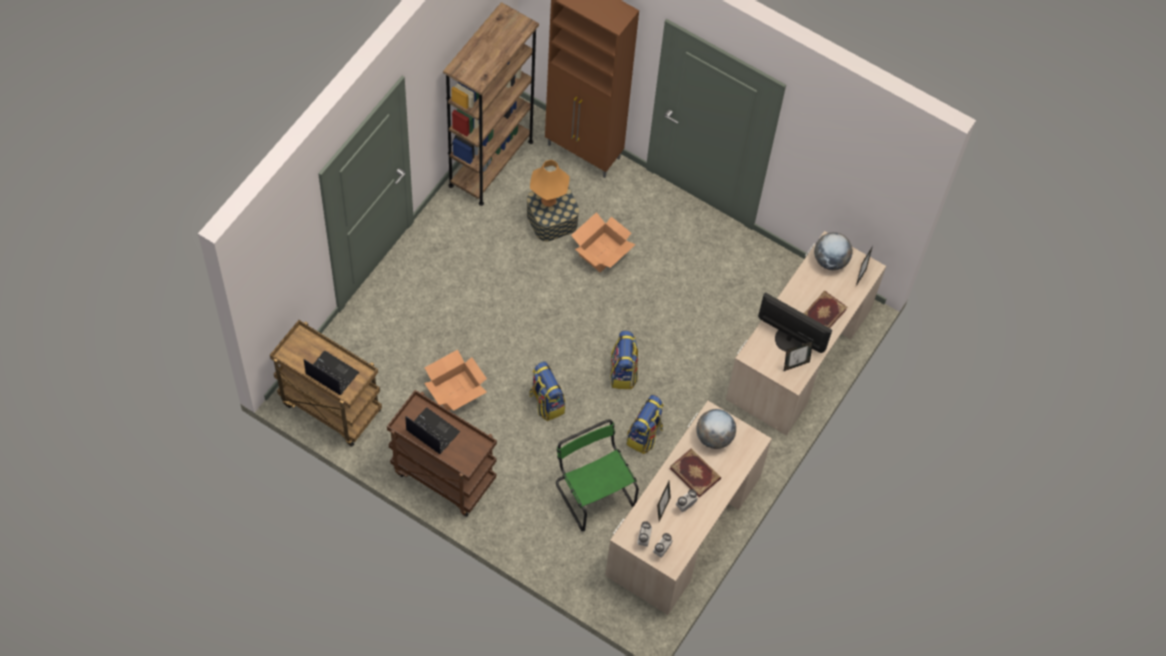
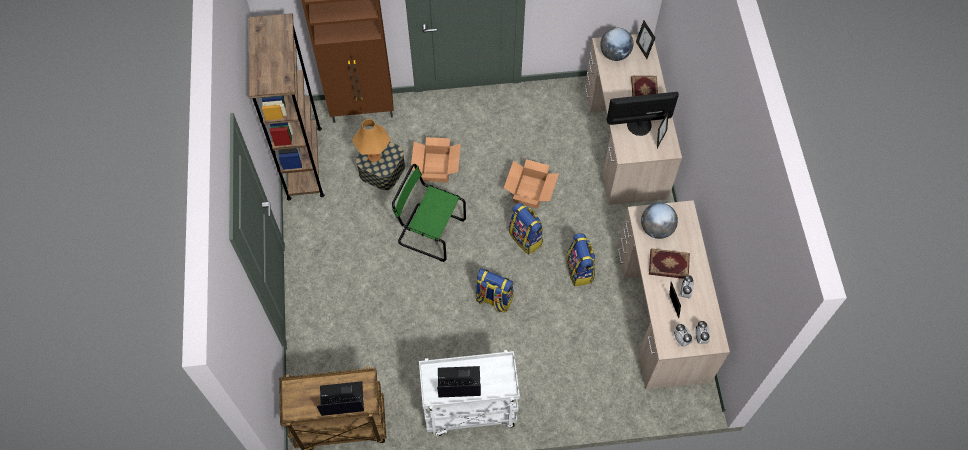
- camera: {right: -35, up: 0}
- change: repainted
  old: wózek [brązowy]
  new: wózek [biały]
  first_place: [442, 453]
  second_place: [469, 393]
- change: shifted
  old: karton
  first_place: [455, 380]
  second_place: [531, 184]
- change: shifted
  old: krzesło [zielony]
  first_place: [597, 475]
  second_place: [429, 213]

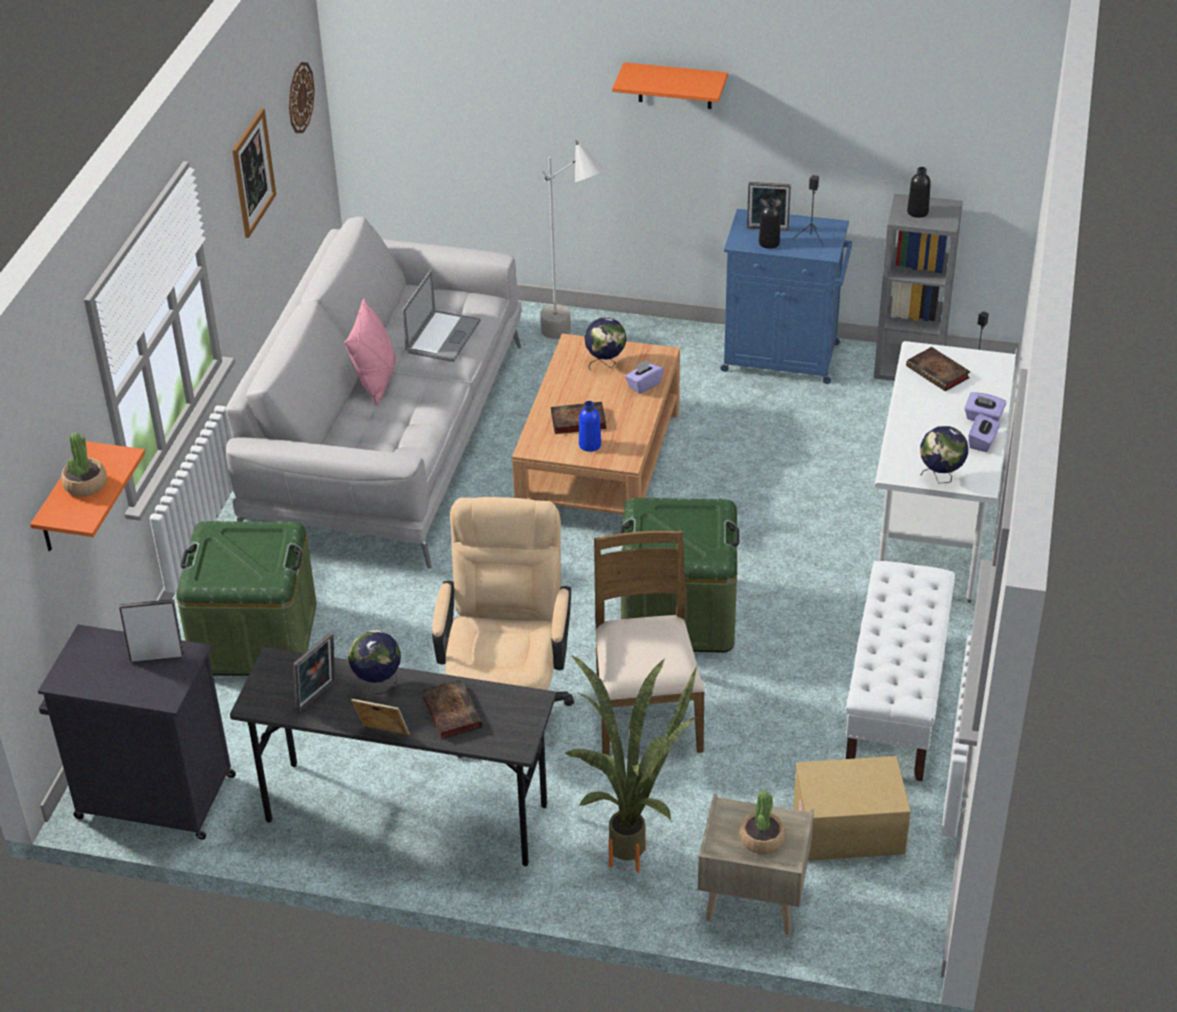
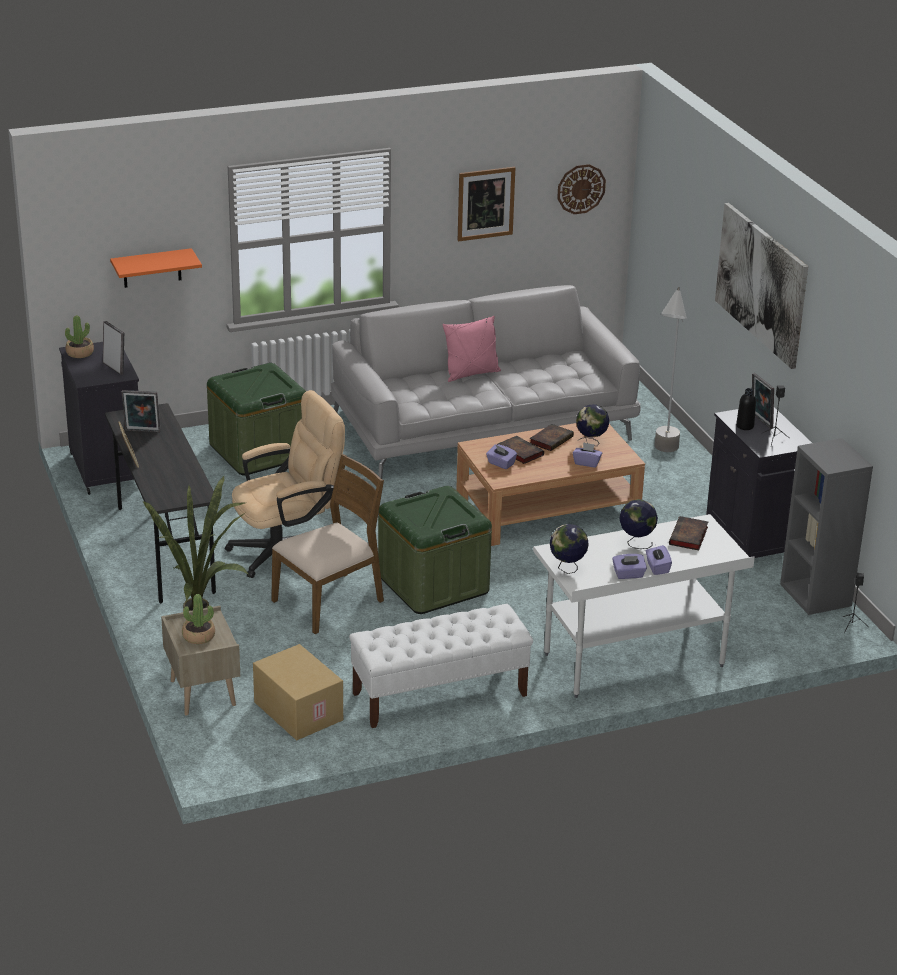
- camera: {right: 55, up: -10}
- change: shifted
  old: roślina doniczkowa
  first_place: [84, 464]
  second_place: [79, 336]
- change: shifted
  old: globus
  first_place: [374, 662]
  second_place: [638, 524]
- change: gone
  old: laptop
  first_place: [441, 316]
- change: shifted
  old: książka
  first_place: [452, 709]
  second_place: [552, 437]
- change: swapped
  old: butelka [niebieski]
  new: pudełko chusteczek [fioletowy]
  first_place: [590, 426]
  second_place: [501, 456]
- change: swapped
  old: półka [pomarańczowy]
  new: obraz
  first_place: [670, 85]
  second_place: [761, 286]
- change: repainted
  old: szafka [niebieski]
  new: szafka [czarny]
  first_place: [786, 296]
  second_place: [759, 482]
- change: gone
  old: butelka [czarny]
  first_place: [919, 192]

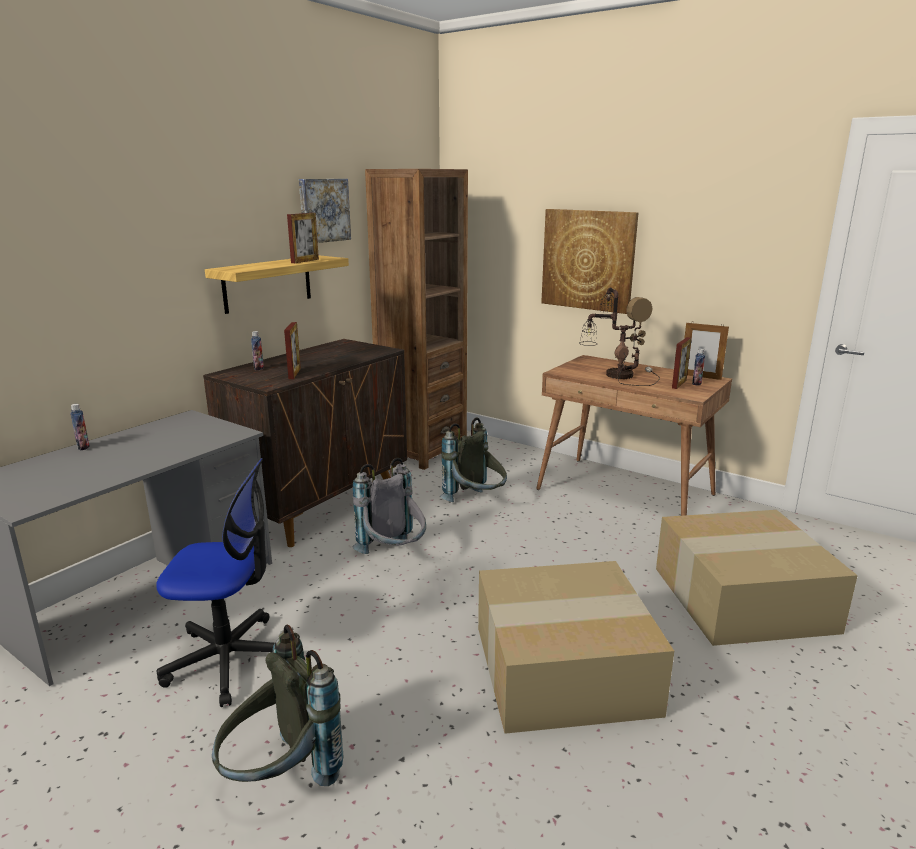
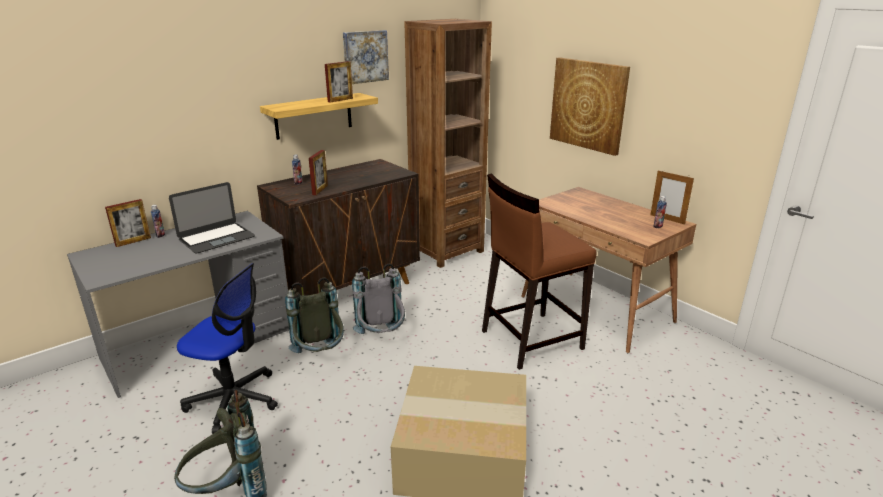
- camera: {right: 15, up: 5}
- change: shifted
  old: plecak [szary]
  first_place: [473, 460]
  second_place: [314, 315]
- change: gone
  old: lampa stołowa
  first_place: [619, 337]
- change: gone
  old: karton
  first_place: [757, 578]
- change: shifted
  old: ramka na zdjęcie
  first_place: [682, 363]
  second_place: [128, 223]
- change: new
  new: laptop
  second_place: [212, 218]
- change: new
  new: stołek [brązowy]
  second_place: [539, 271]

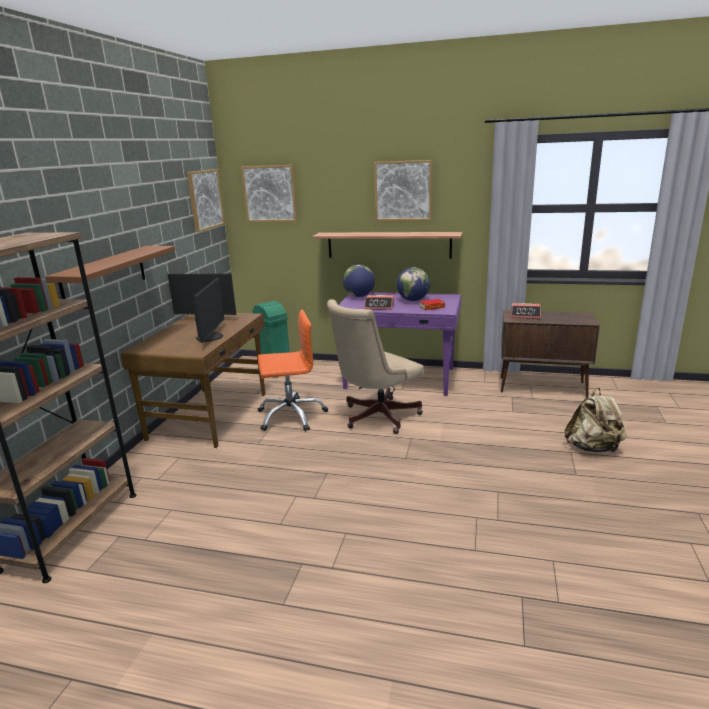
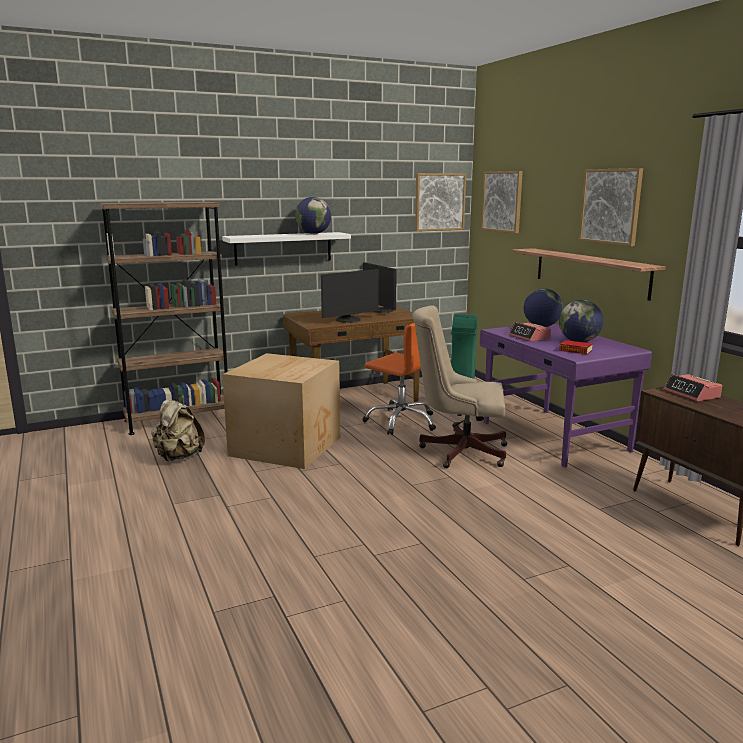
- camera: {right: 50, up: -5}
- change: repainted
  old: półka [brązowy]
  new: półka [biały]
  first_place: [110, 272]
  second_place: [286, 249]
- change: shifted
  old: plecak [beżowy]
  first_place: [596, 419]
  second_place: [178, 428]
- change: new
  new: karton
  second_place: [281, 411]
- change: new
  new: globus
  second_place: [313, 215]

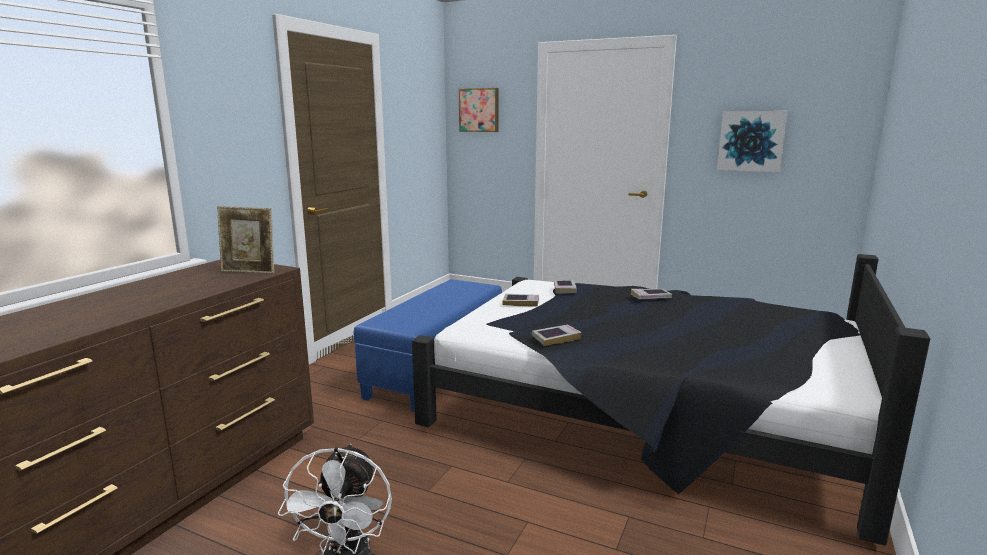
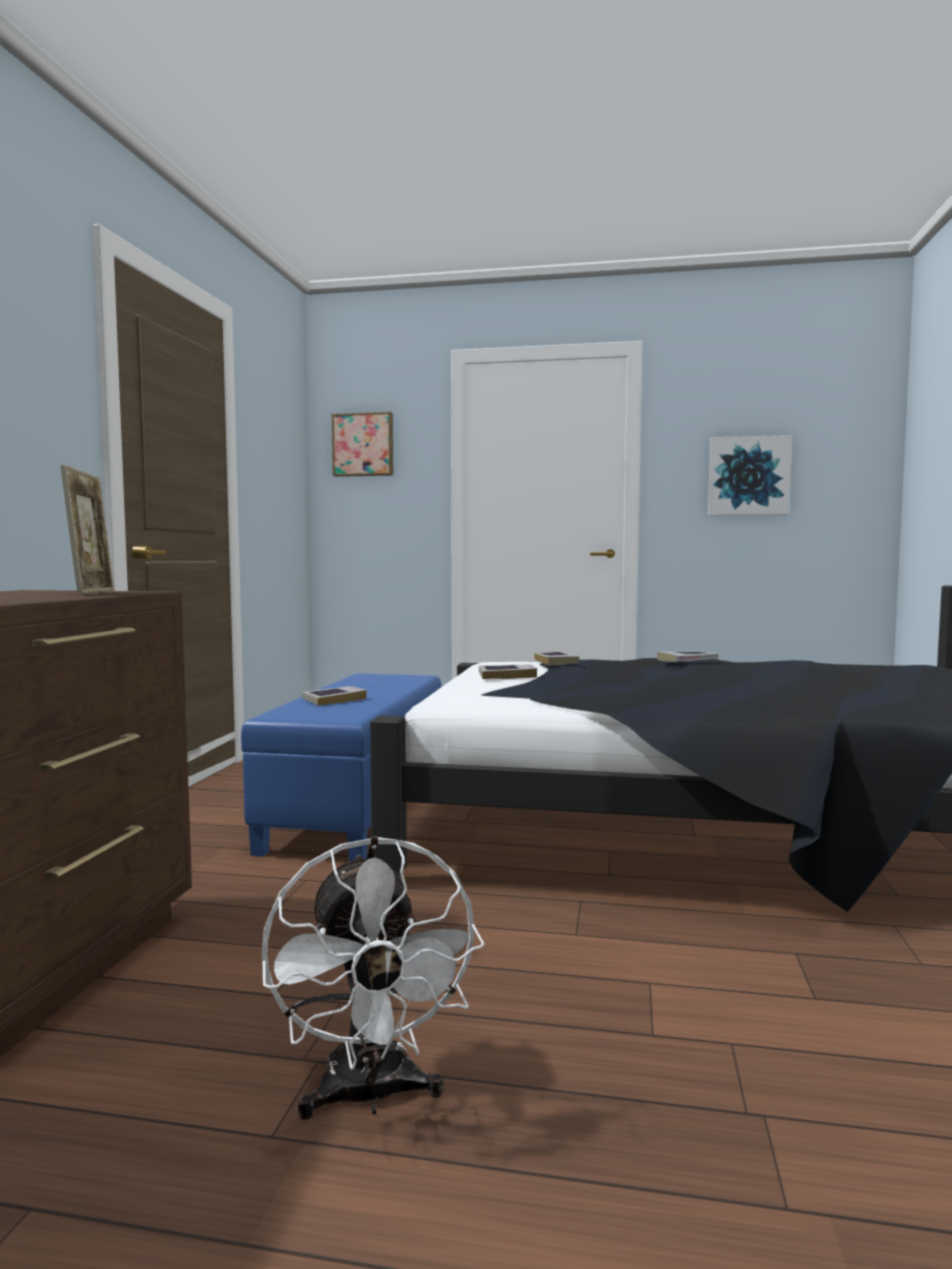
- camera: {right: -15, up: -10}
- change: rotated
  old: ramka na zdjęcie
  first_place: [245, 240]
  second_place: [88, 529]
  degrees: -90
- change: shifted
  old: książka
  first_place: [556, 335]
  second_place: [334, 696]

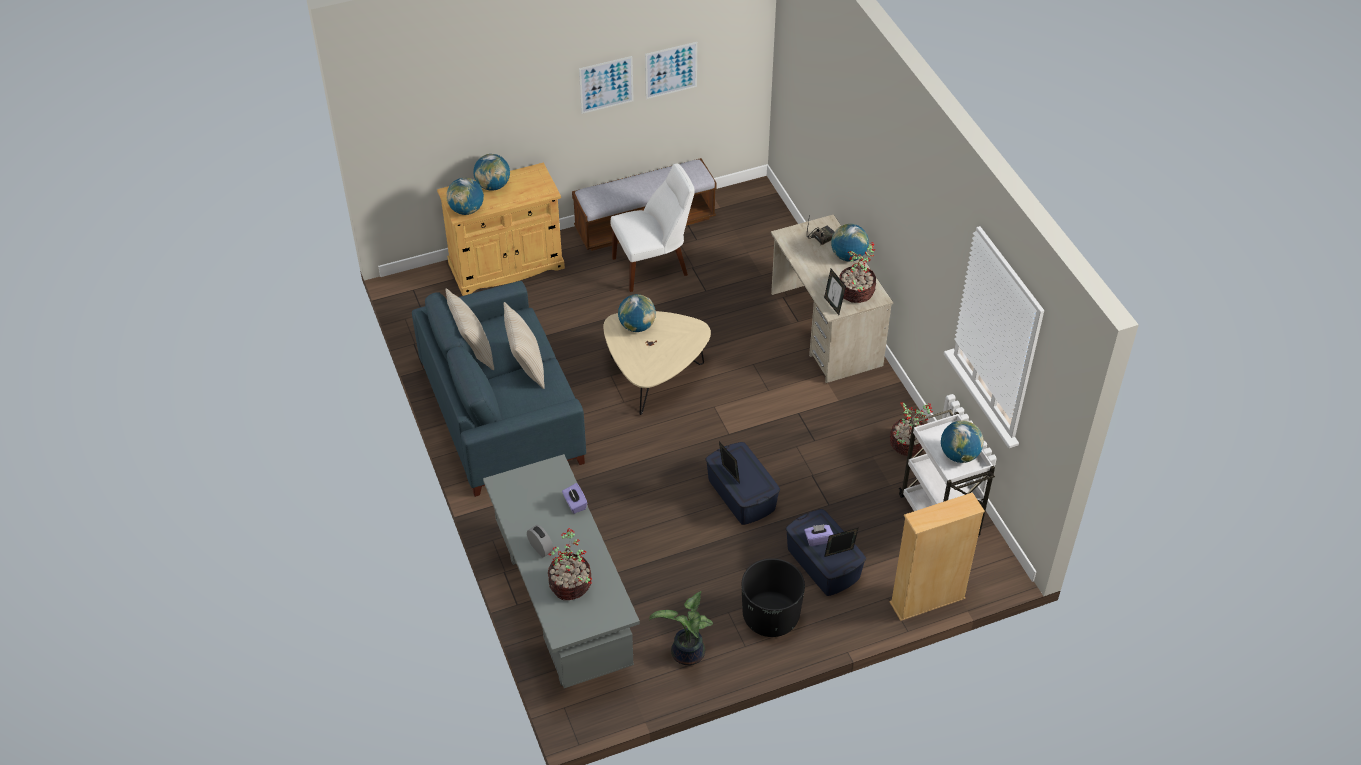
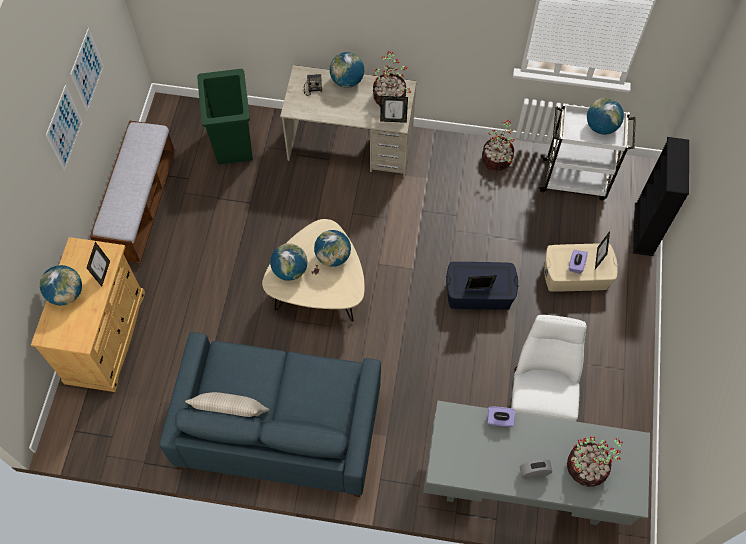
- camera: {right: -60, up: 15}
- change: shifted
  old: globus
  first_place: [465, 196]
  second_place: [332, 248]
- change: gone
  old: poduszka [beżowy]
  first_place: [524, 345]
- change: shifted
  old: krzesło [biały]
  first_place: [653, 227]
  second_place: [549, 368]
- change: gone
  old: roślina doniczkowa
  first_place: [681, 628]
- change: gone
  old: donica [czarny]
  first_place: [773, 597]
- change: repainted
  old: pojemnik do przechowywania [niebieski]
  new: pojemnik do przechowywania [beżowy]
  first_place: [826, 552]
  second_place: [581, 268]
- change: repainted
  old: regał [beżowy]
  new: regał [czarny]
  first_place: [937, 556]
  second_place: [661, 196]
- change: new
  new: ramka na zdjęcie
  second_place: [98, 264]
- change: new
  new: kosz na śmieci [zielony]
  second_place: [225, 117]

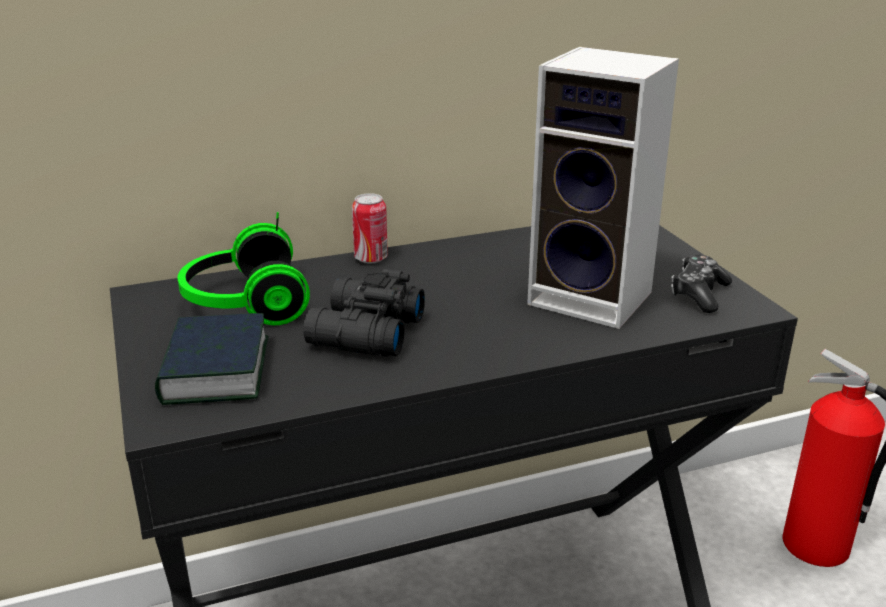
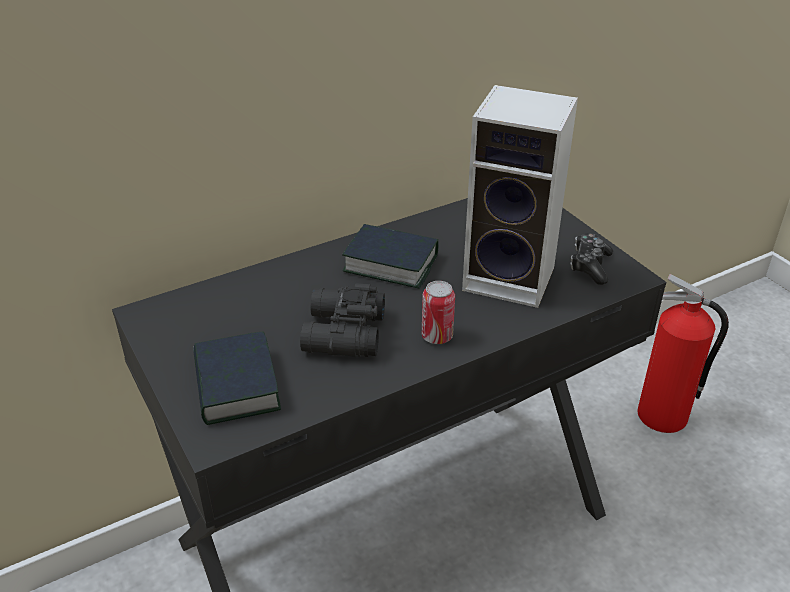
- camera: {right: -10, up: 10}
- change: gone
  old: słuchawki
  first_place: [244, 268]
- change: shifted
  old: puszka
  first_place: [370, 228]
  second_place: [438, 312]
- change: new
  new: książka
  second_place: [390, 256]

